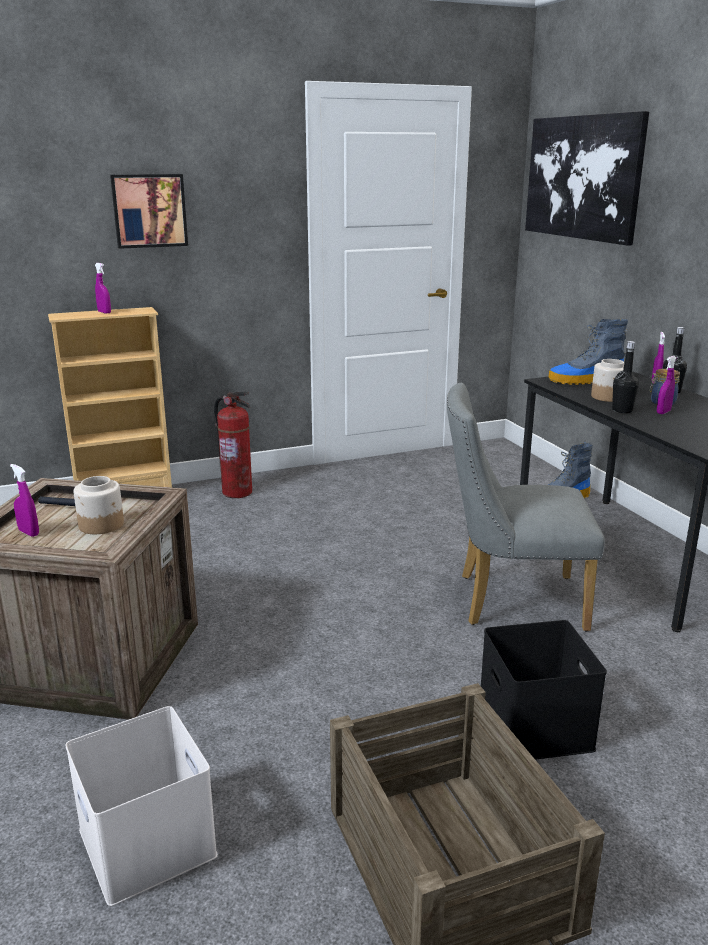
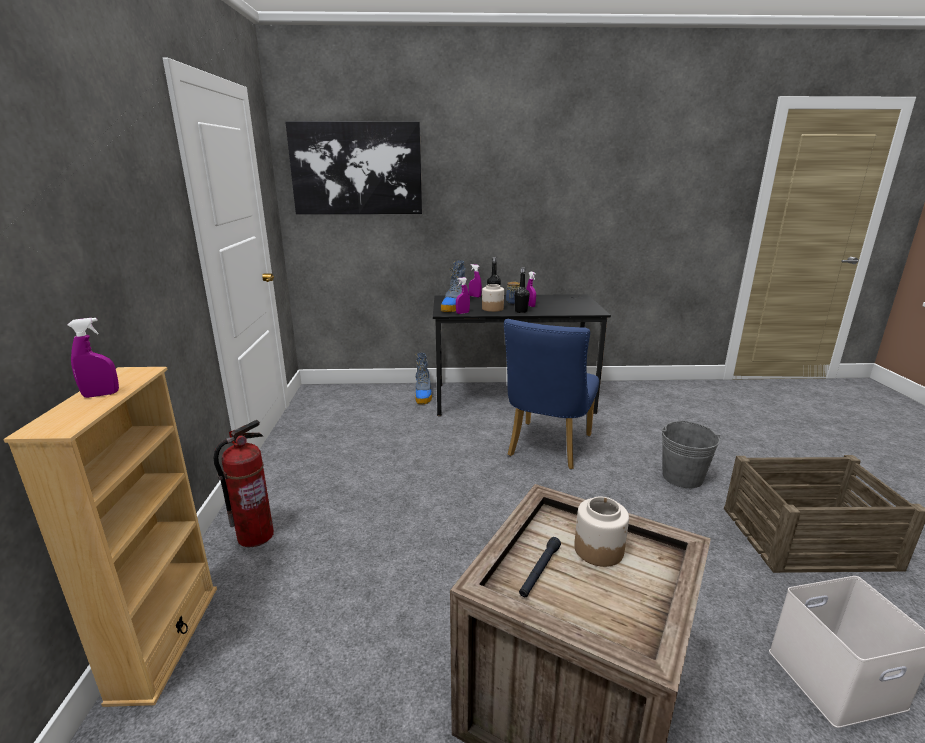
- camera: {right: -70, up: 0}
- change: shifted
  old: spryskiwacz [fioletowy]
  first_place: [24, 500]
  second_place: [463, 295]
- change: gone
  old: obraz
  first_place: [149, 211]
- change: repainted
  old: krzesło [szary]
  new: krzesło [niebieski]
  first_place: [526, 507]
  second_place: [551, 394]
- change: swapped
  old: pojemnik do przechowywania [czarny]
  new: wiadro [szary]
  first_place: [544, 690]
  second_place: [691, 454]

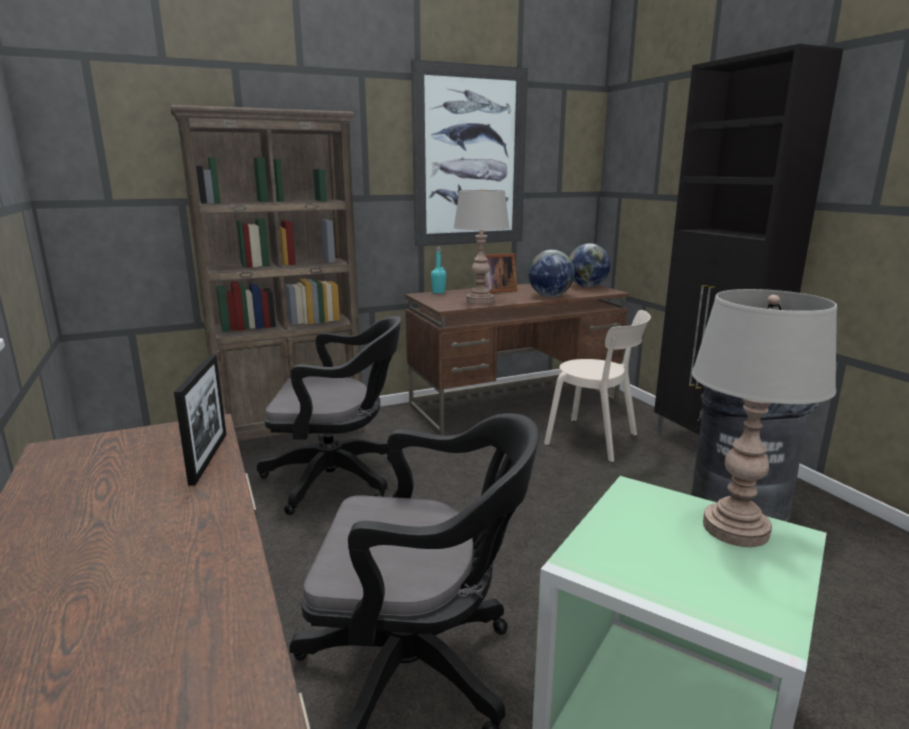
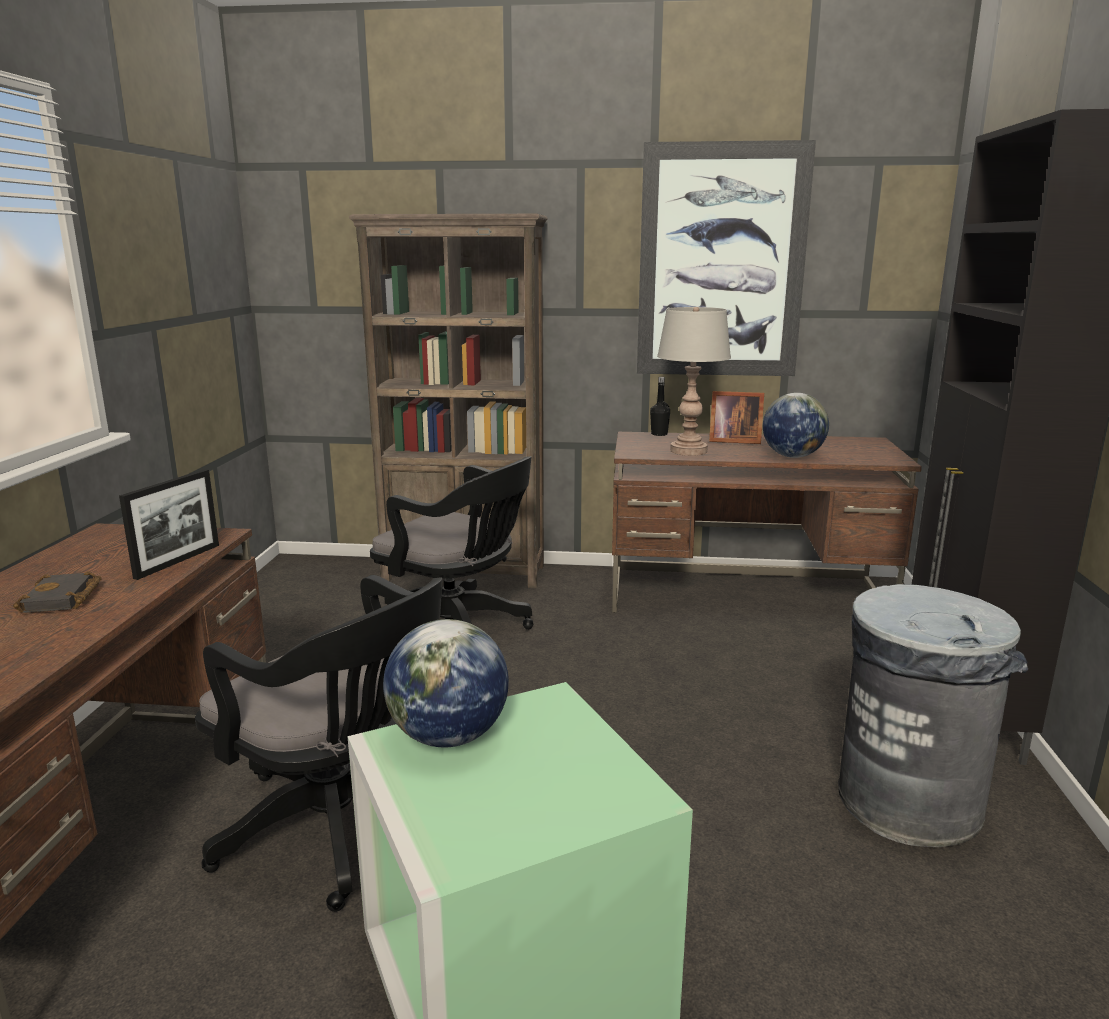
- camera: {right: 30, up: 0}
- change: repainted
  old: butelka [turkusowy]
  new: butelka [czarny]
  first_place: [438, 270]
  second_place: [660, 406]
- change: gone
  old: krzesło [beżowy]
  first_place: [597, 386]
- change: shifted
  old: globus
  first_place: [590, 265]
  second_place: [446, 683]
- change: gone
  old: lampa stołowa [szary]
  first_place: [764, 418]
- change: new
  new: książka [czarny]
  second_place: [57, 592]

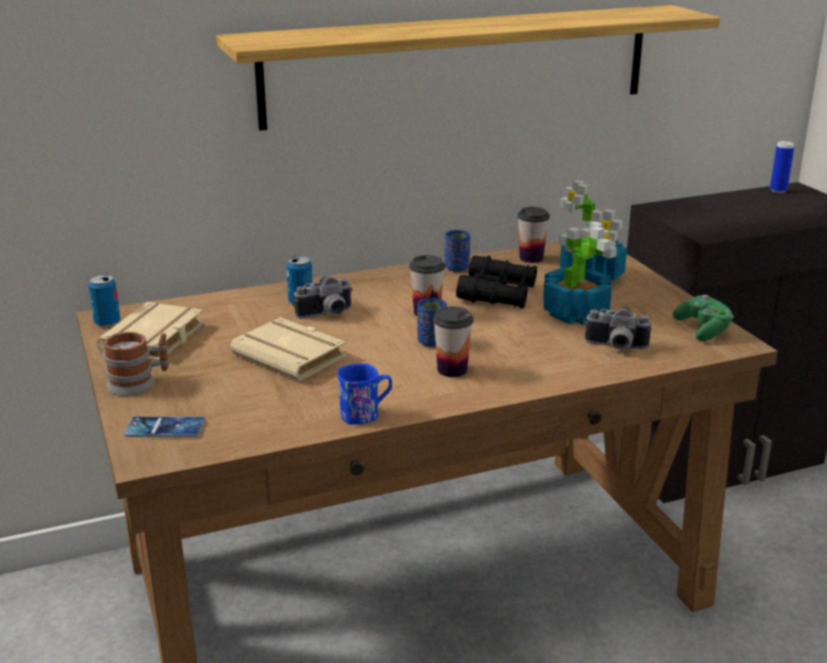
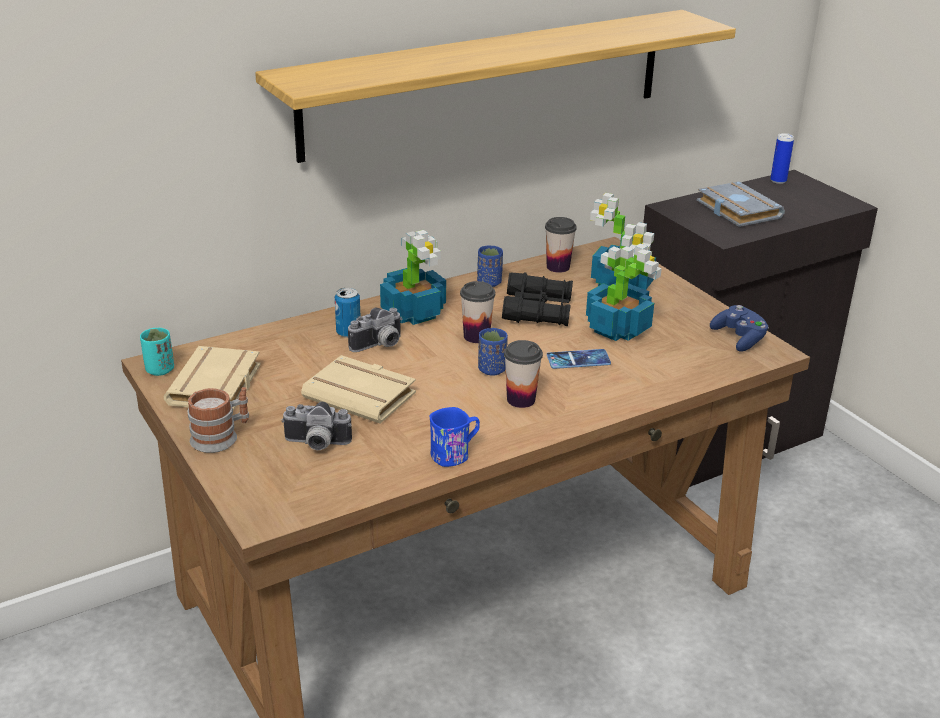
- camera: {right: -10, up: 5}
- change: swapped
  old: puszka
  new: filiżanka [turkusowy]
  first_place: [104, 301]
  second_place: [157, 352]
- change: shifted
  old: telefon
  first_place: [164, 427]
  second_place: [579, 359]
- change: shifted
  old: aparat fotograficzny
  first_place: [618, 328]
  second_place: [316, 426]
- change: repainted
  old: pad do gier [zielony]
  new: pad do gier [niebieski]
  first_place: [703, 318]
  second_place: [739, 328]
- change: new
  new: roślina doniczkowa
  second_place: [413, 277]
- change: new
  new: książka [szary]
  second_place: [741, 204]

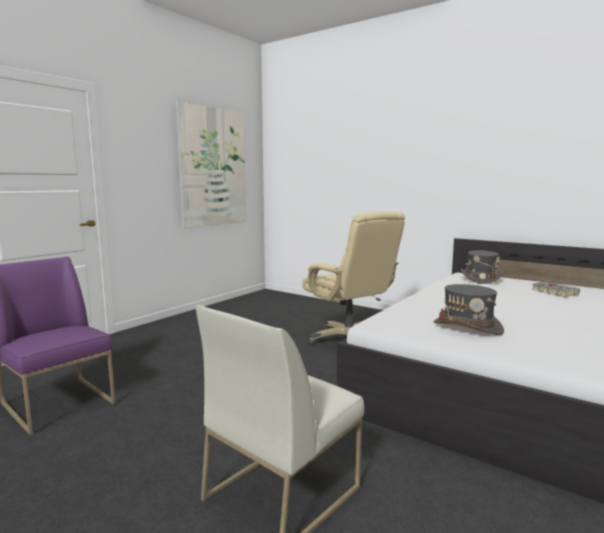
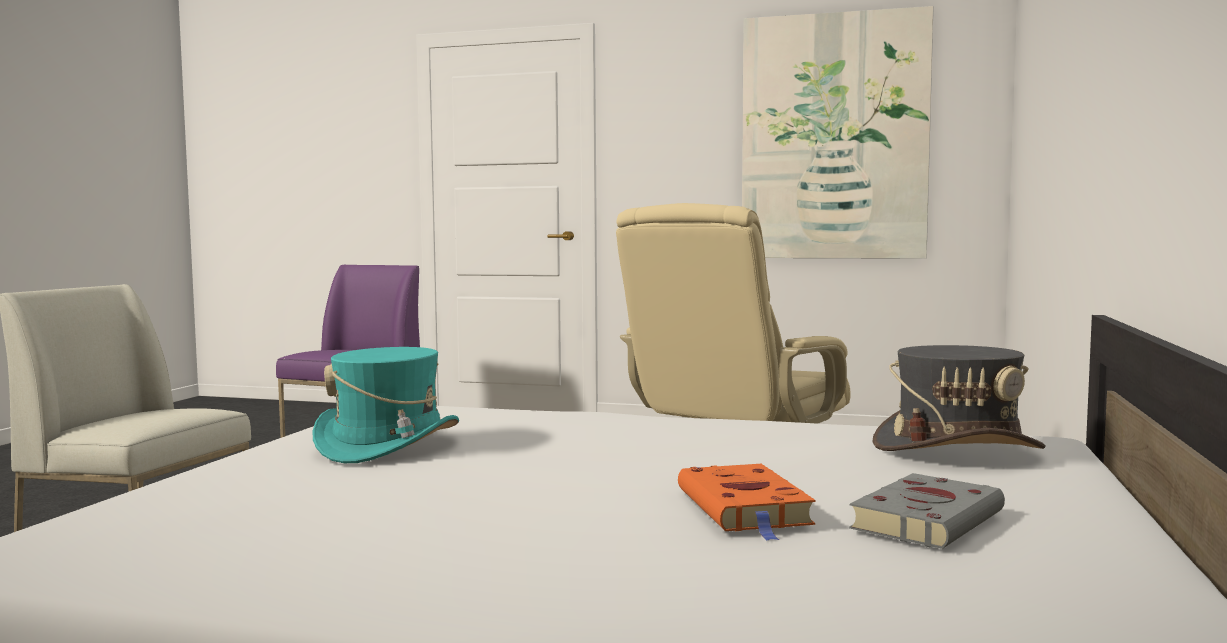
- camera: {right: 70, up: -5}
- change: repainted
  old: kapelusz [szary]
  new: kapelusz [turkusowy]
  first_place: [468, 309]
  second_place: [385, 405]
- change: new
  new: książka [pomarańczowy]
  second_place: [747, 502]

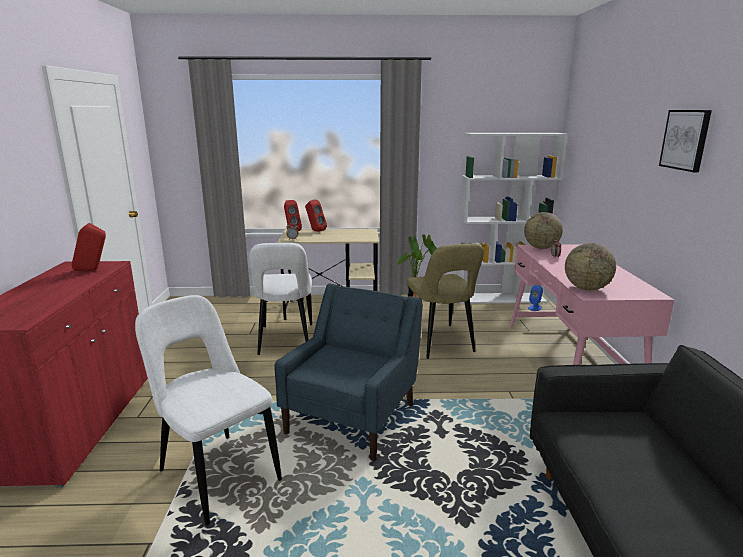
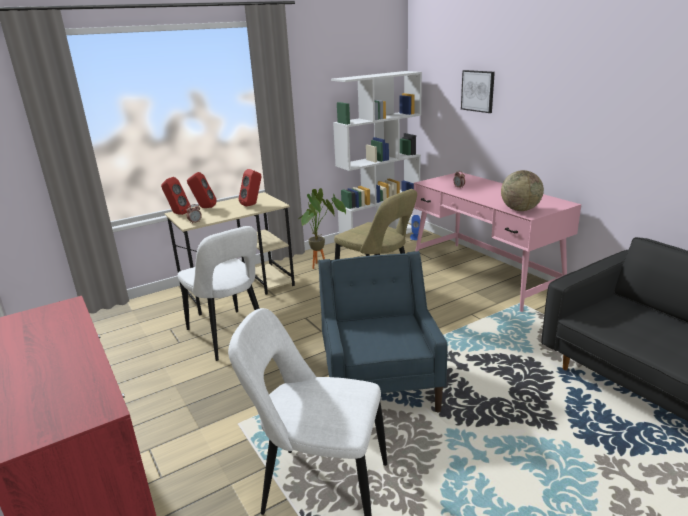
- camera: {right: -30, up: 5}
- change: shifted
  old: głośnik [czerwony]
  first_place: [89, 247]
  second_place: [250, 187]
- change: gone
  old: globus
  first_place: [543, 230]
- change: shifted
  old: obraz
  first_place: [685, 141]
  second_place: [478, 91]

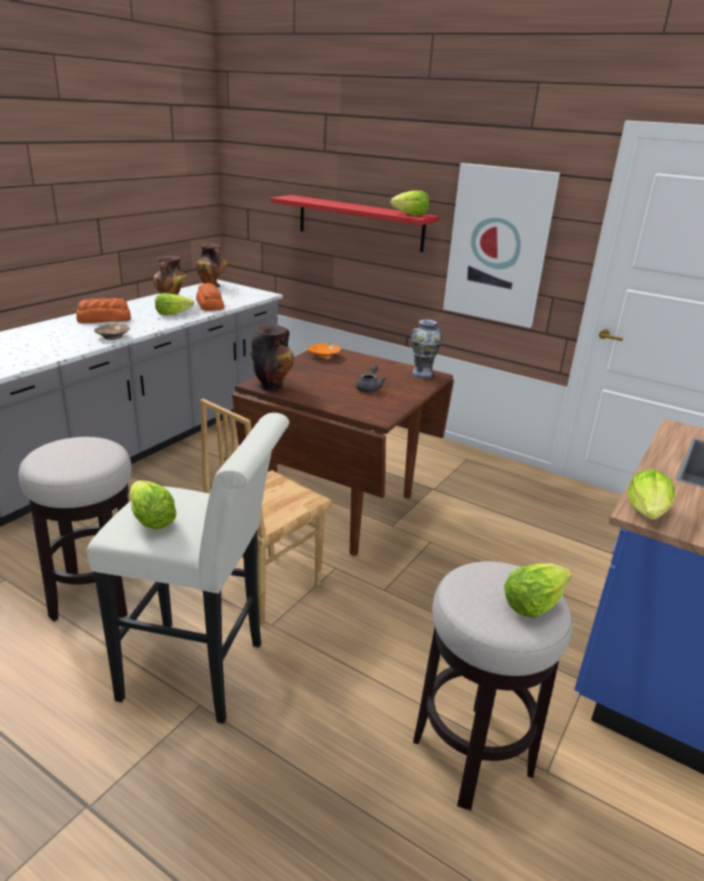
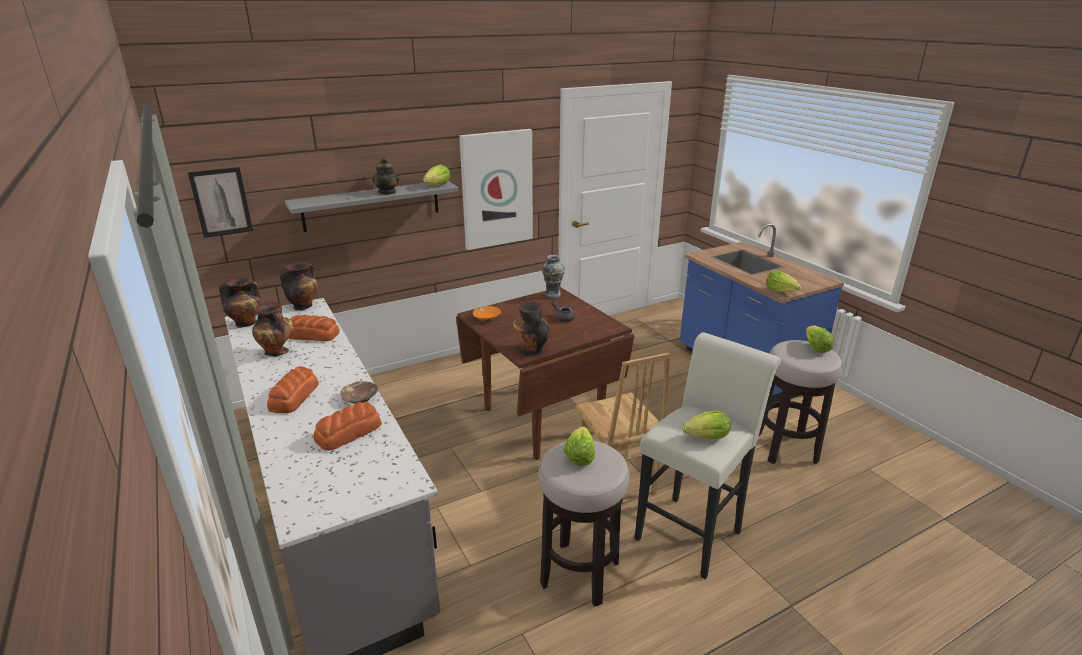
- camera: {right: -60, up: 0}
- change: shifted
  old: sałata
  first_place: [174, 304]
  second_place: [579, 446]
- change: repainted
  old: półka [czerwony]
  new: półka [szary]
  first_place: [355, 223]
  second_place: [372, 206]
- change: new
  new: obraz
  second_place: [220, 202]
- change: new
  new: wazon
  second_place: [299, 286]
- change: new
  new: chleb
  second_place: [348, 426]
- change: new
  new: imbryk
  second_place: [385, 176]

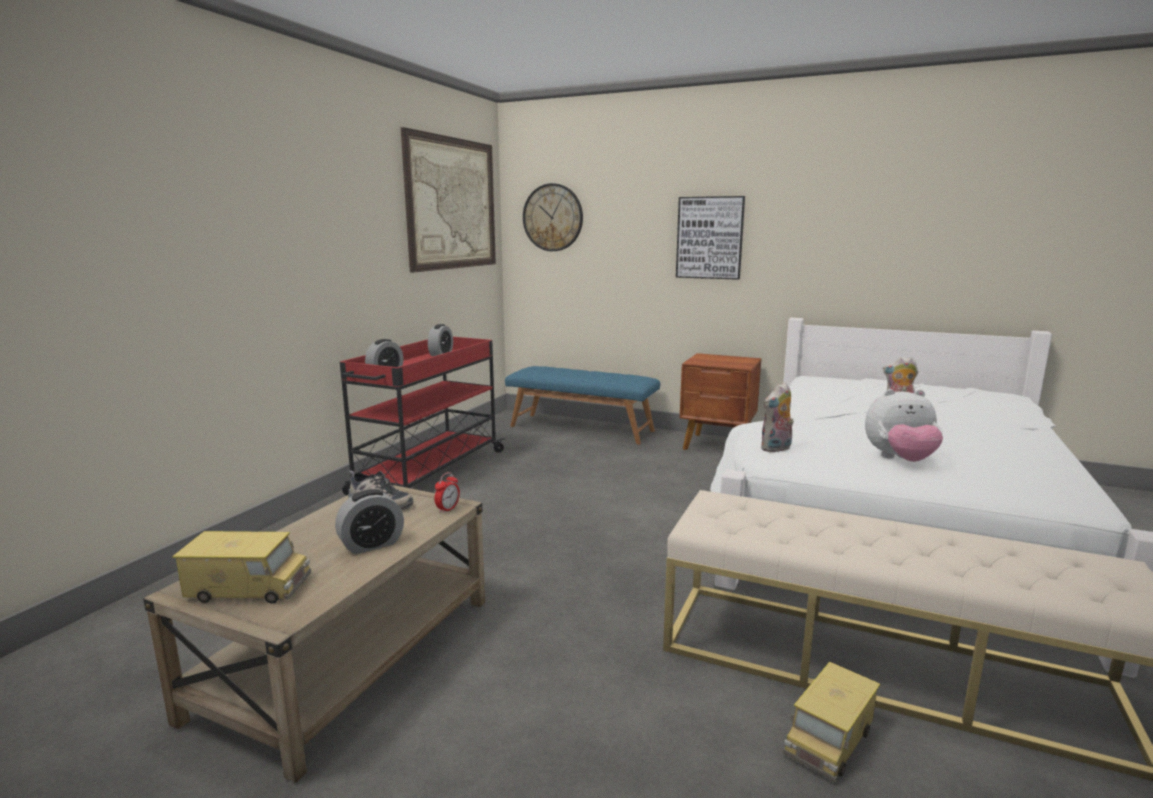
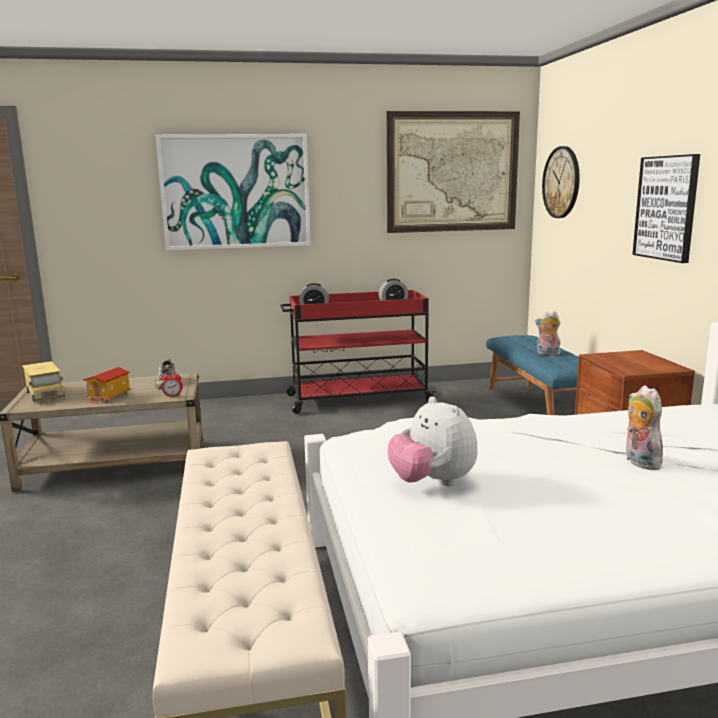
- camera: {right: 55, up: 0}
- change: swapped
  old: budzik
  new: domek
  first_place: [369, 521]
  second_place: [107, 385]
- change: shifted
  old: pluszak
  first_place: [777, 417]
  second_place: [548, 333]
- change: gone
  old: ciężarówka zabawkowa
  first_place: [831, 722]
- change: new
  new: obraz
  second_place: [233, 192]

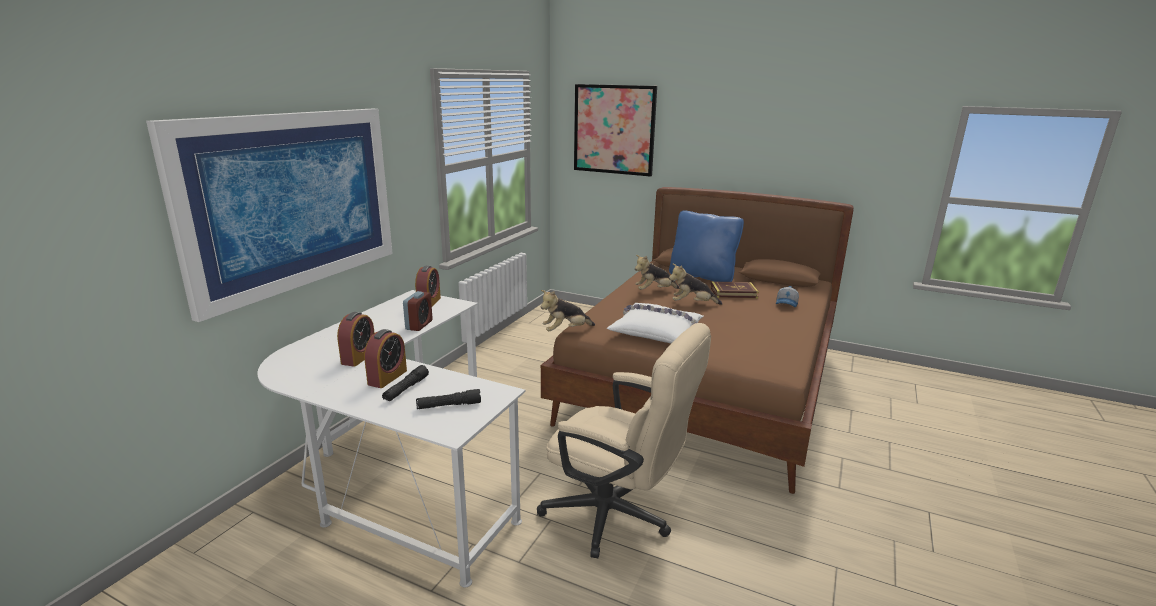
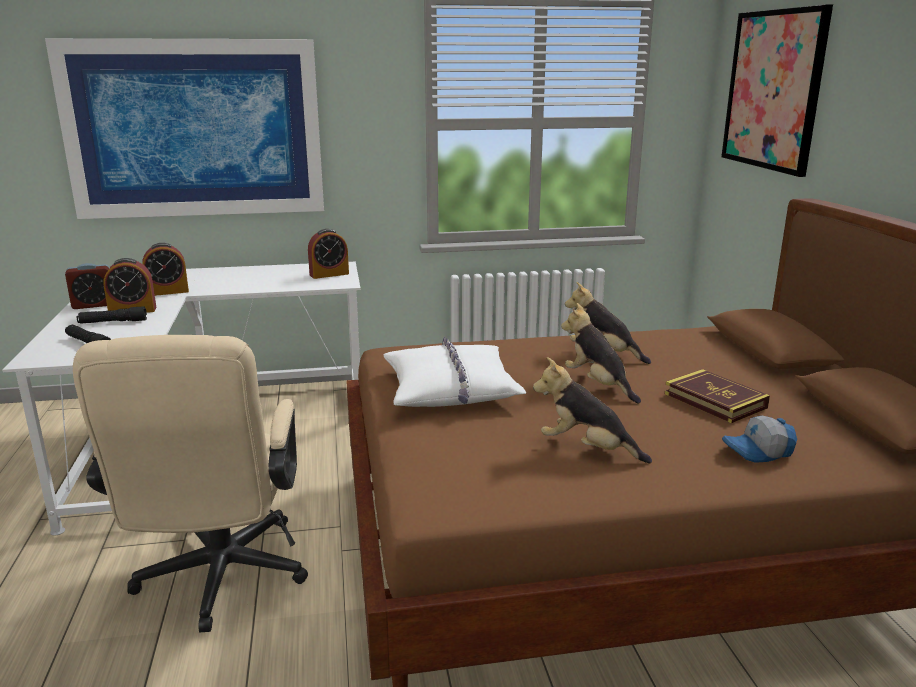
- camera: {right: 55, up: 0}
- change: shifted
  old: budzik
  first_place: [418, 311]
  second_place: [87, 286]
- change: shifted
  old: pluszak
  first_place: [568, 310]
  second_place: [592, 410]
- change: gone
  old: poduszka [niebieski]
  first_place: [706, 246]

